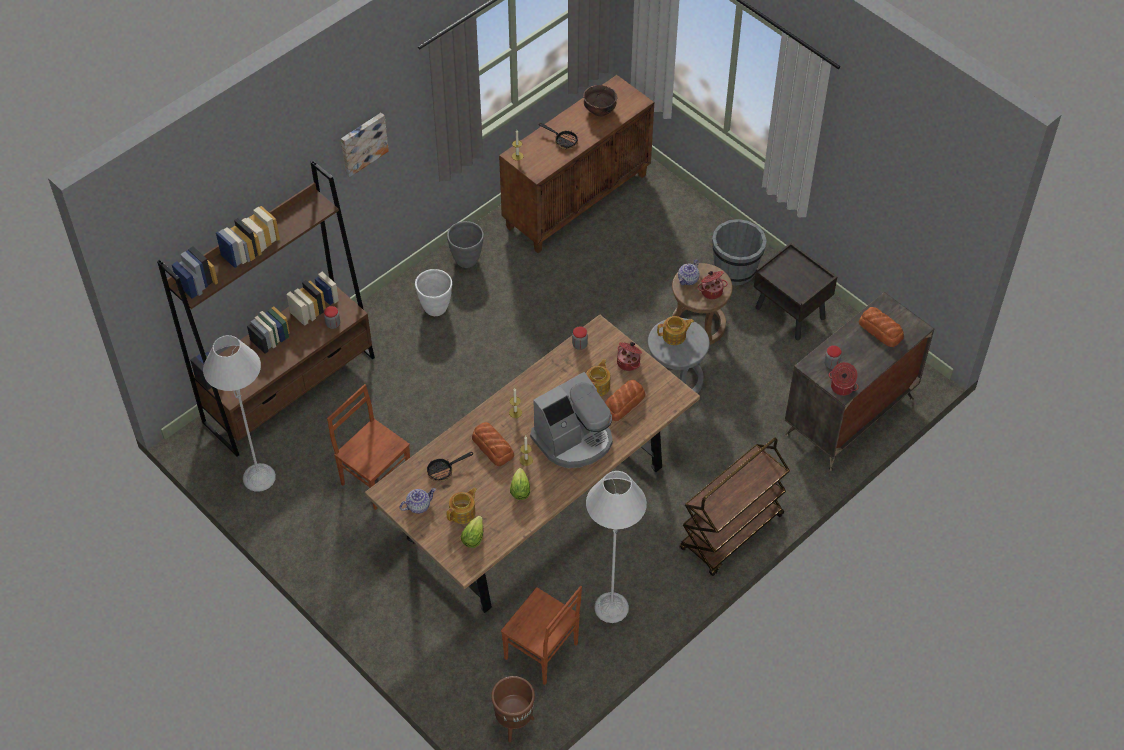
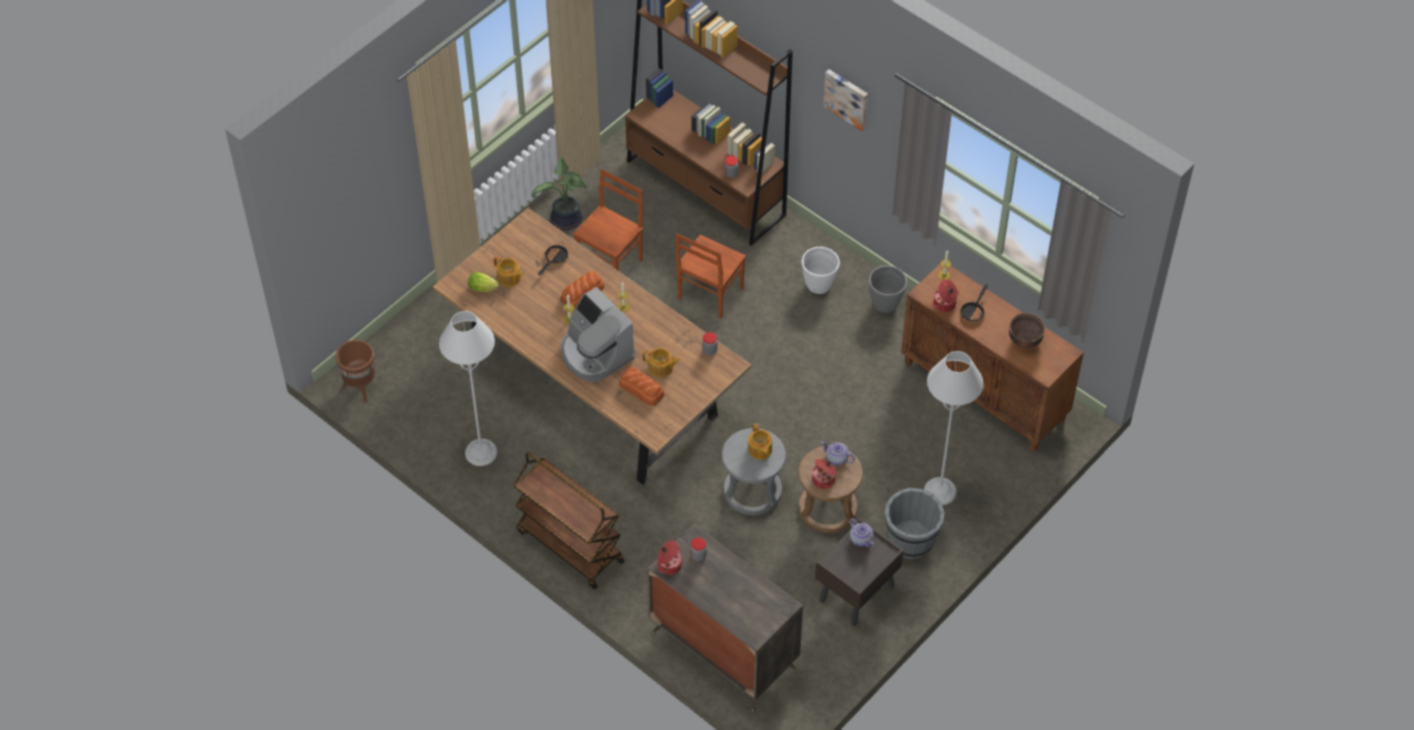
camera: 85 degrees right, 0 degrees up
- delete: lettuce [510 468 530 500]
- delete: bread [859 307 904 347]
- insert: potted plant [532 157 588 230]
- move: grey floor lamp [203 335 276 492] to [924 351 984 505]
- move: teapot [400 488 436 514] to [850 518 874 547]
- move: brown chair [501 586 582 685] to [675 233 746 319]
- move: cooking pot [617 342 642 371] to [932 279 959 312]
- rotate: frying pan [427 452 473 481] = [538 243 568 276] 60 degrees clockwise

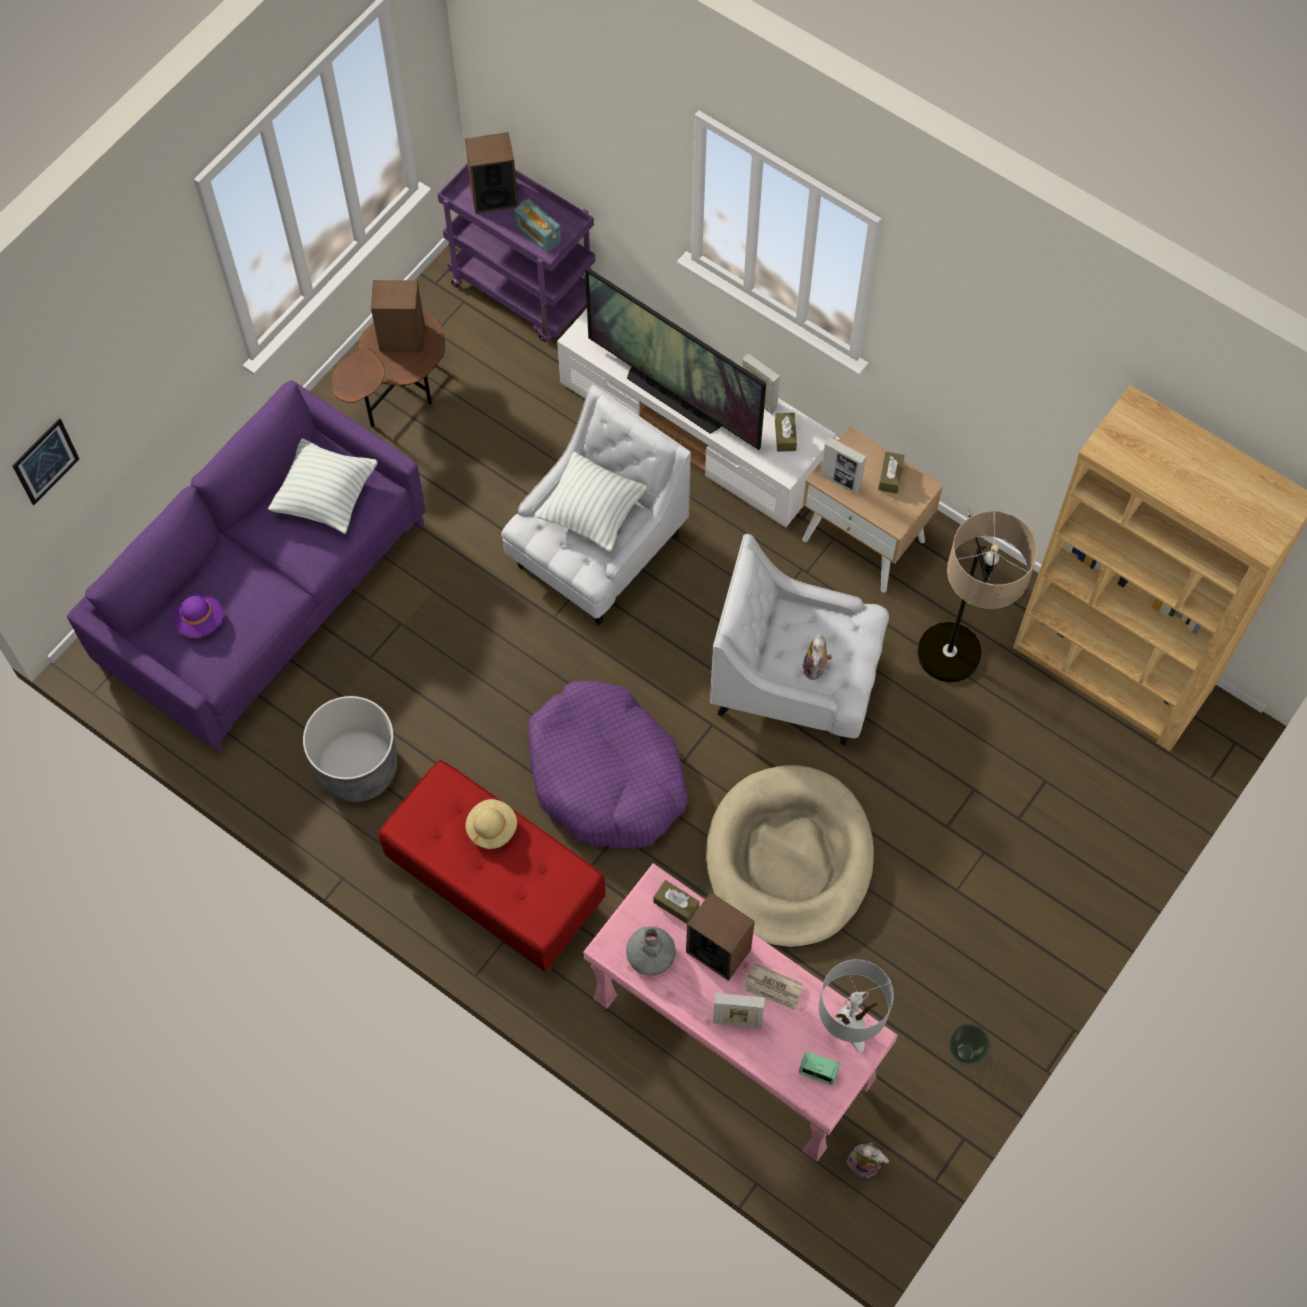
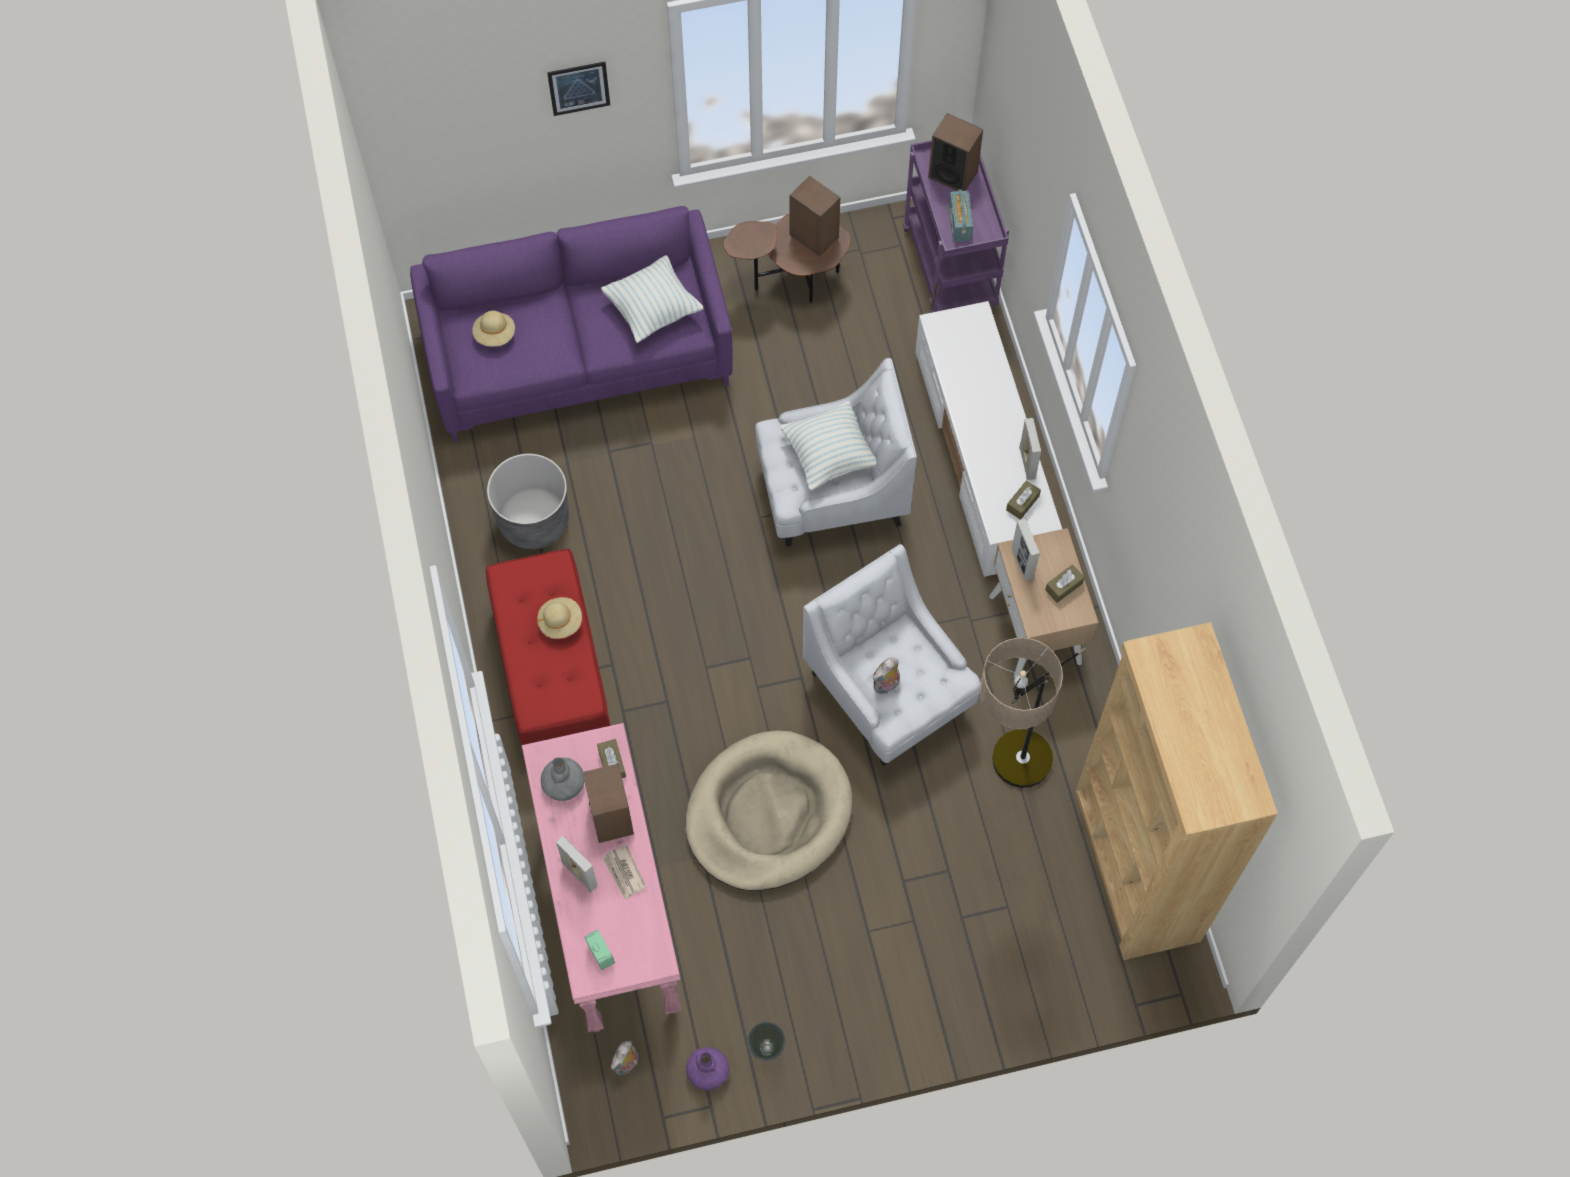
camera: 40 degrees right, 0 degrees up
- delete: purple dog bed [528 681 689 848]
- delete: television [585 267 766 450]
- delete: grey table lamp [818 959 894 1053]
- insert: purple vase [686 1047 730 1090]
- move: picture [12 418 79 505] to [547 61 610 116]
- recolor: purple hat [174 595 223 638] to beige hat [472 311 515 346]
- rotate: plush toy [847 1142 889 1178] = [611 1041 638 1075] 60 degrees clockwise

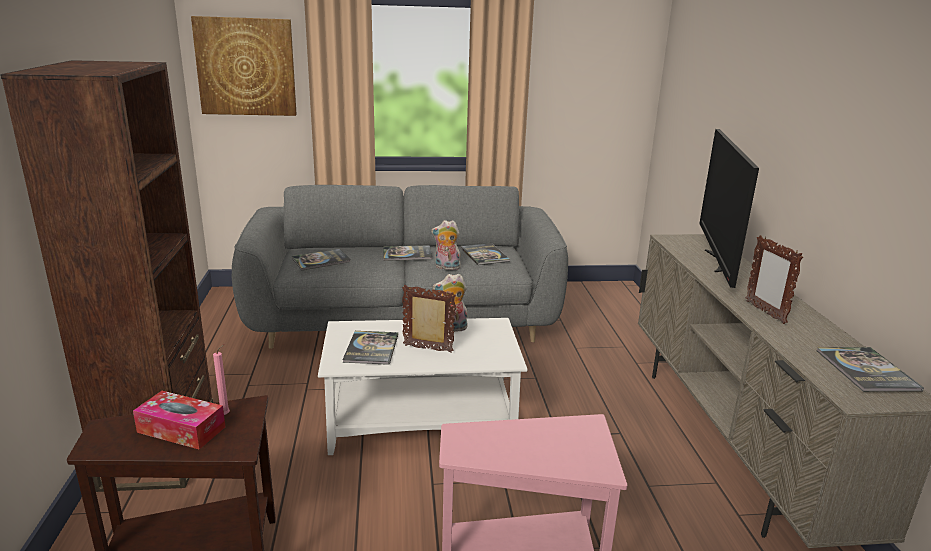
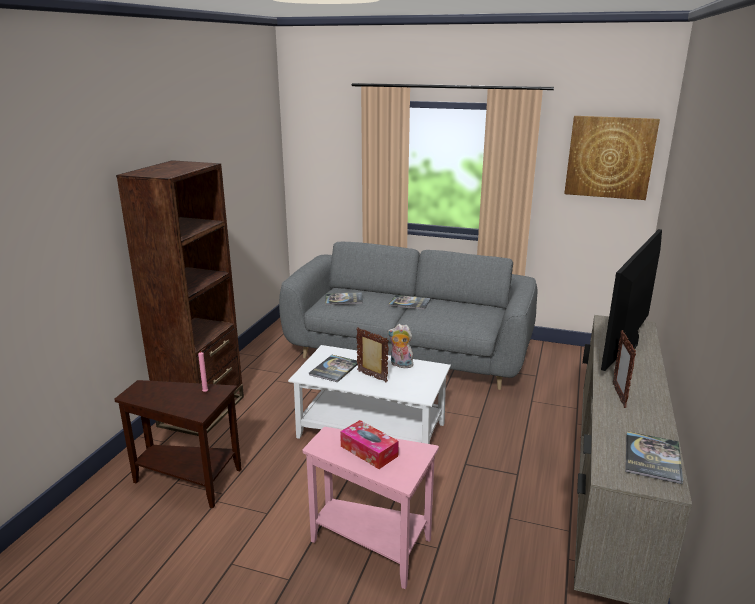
camera: 25 degrees right, 0 degrees up
- delete: plush toy [431 220 462 270]
- delete: book [460 243 510 265]
- move: tissue box [133 391 226 450] to [340 420 399 469]
- move: picture [191 16 297 116] to [564 116 660 200]

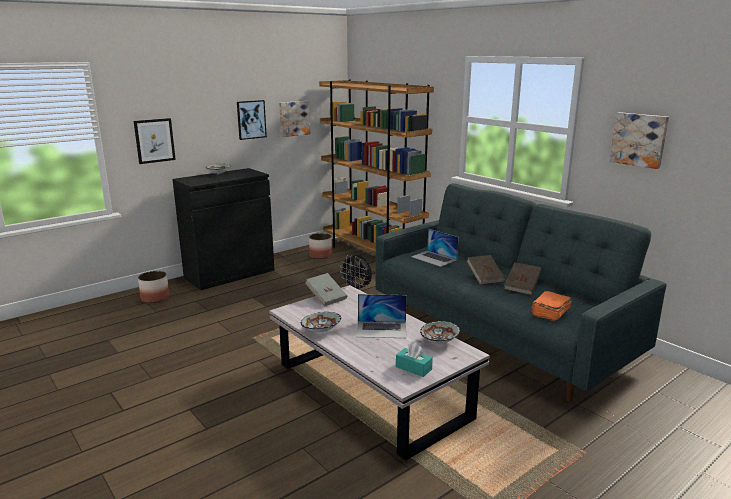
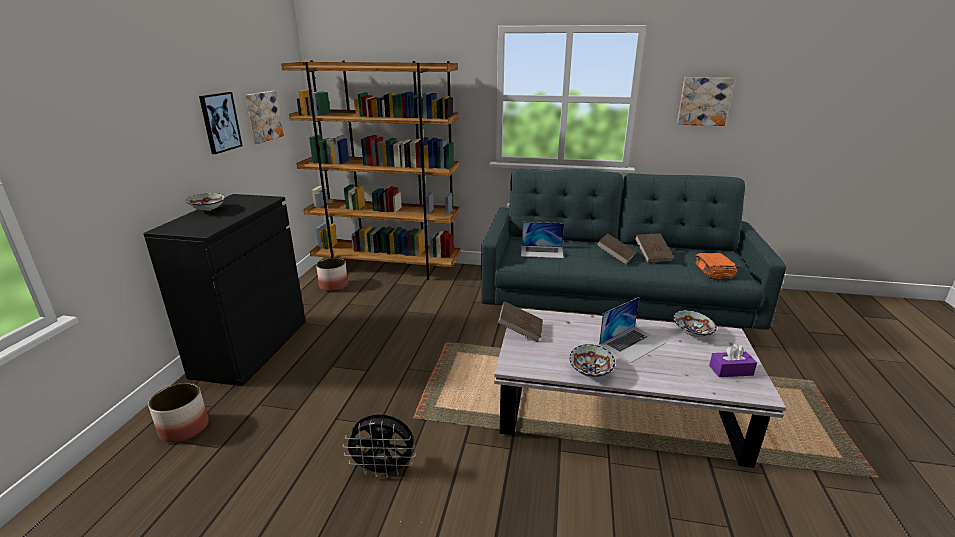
camera: 40 degrees left, 5 degrees up
- delete: picture [134 118 176 164]
- move: black fan [340 255 372 291] to [343 415 416 478]
- recolor: grey book [305 273 347 306] to brown book [498 301 543 342]
- recolor: turquoise tissue box [396 343 433 377] to purple tissue box [709 344 757 377]

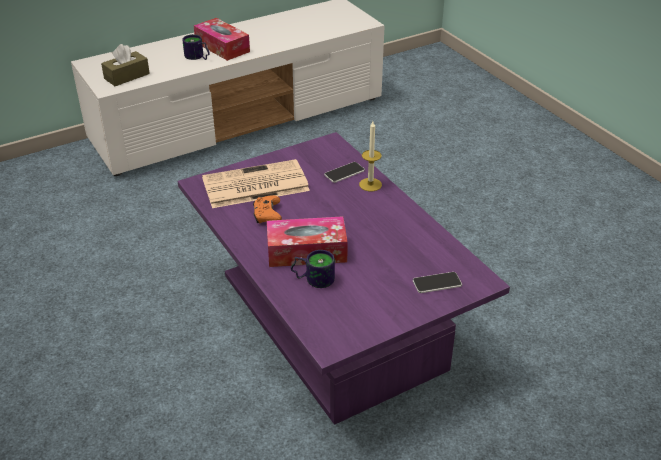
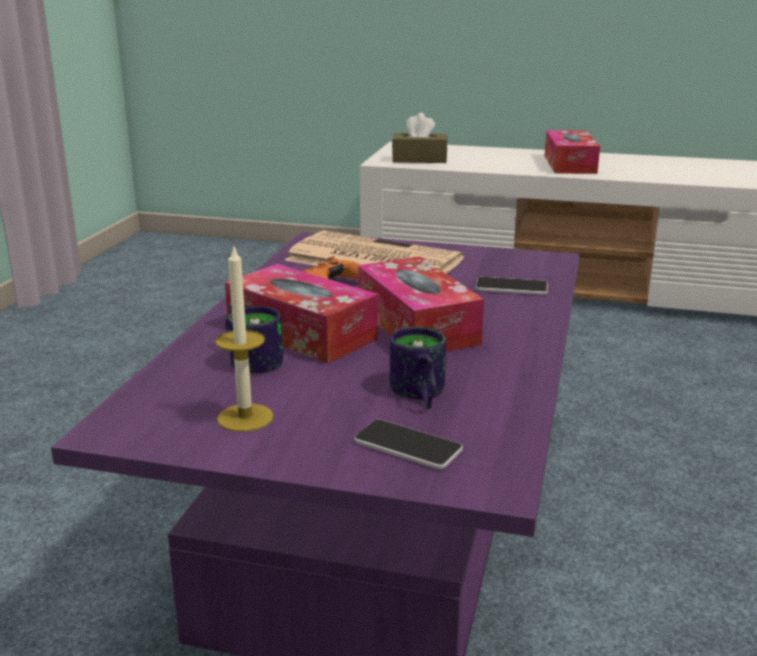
camera: 45 degrees right, 15 degrees down
- insert: tissue box [358 256 484 352]
- move: mug [183 34 210 60] to [390 327 446 409]
- move: candle [359 121 382 191] to [215 244 274 432]

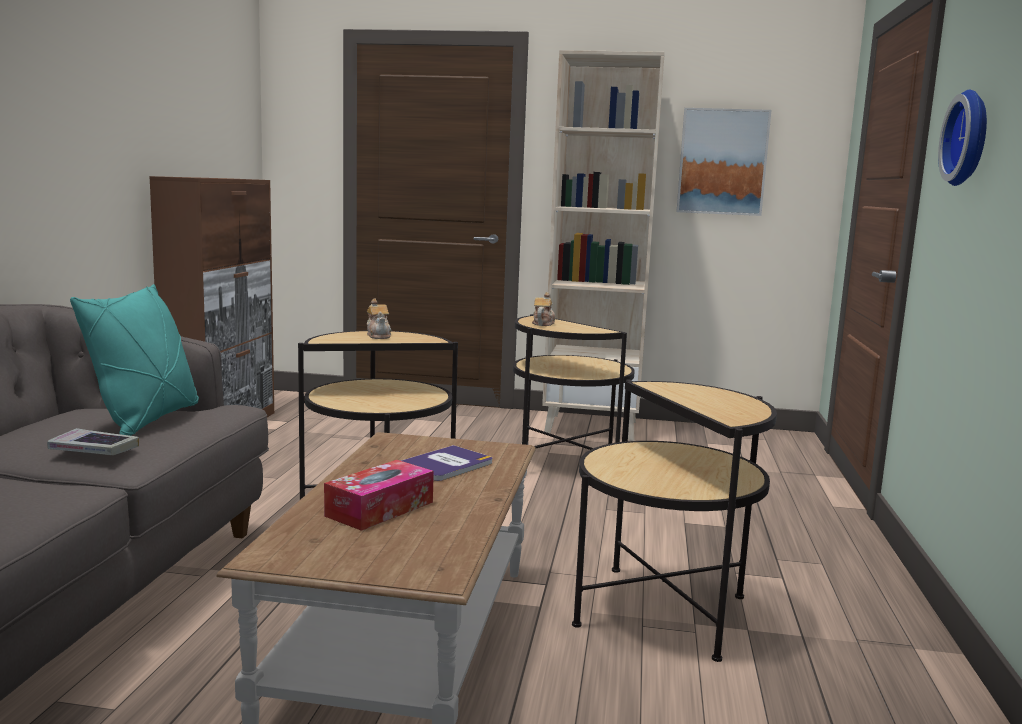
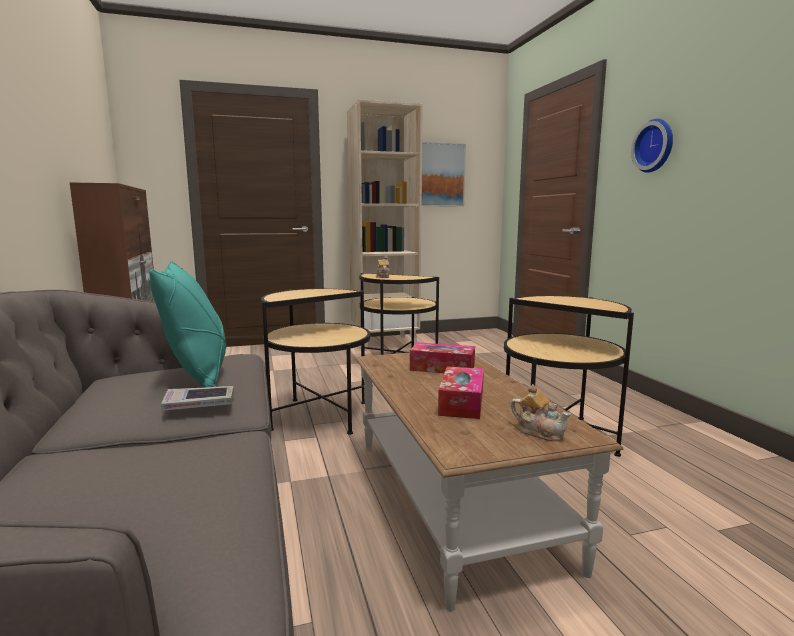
camera: 25 degrees left, 0 degrees up
- move: teapot [367 299 392 339] to [511 384 571 441]
- replace: book [401 445 492 481] to tissue box [410 342 475 373]

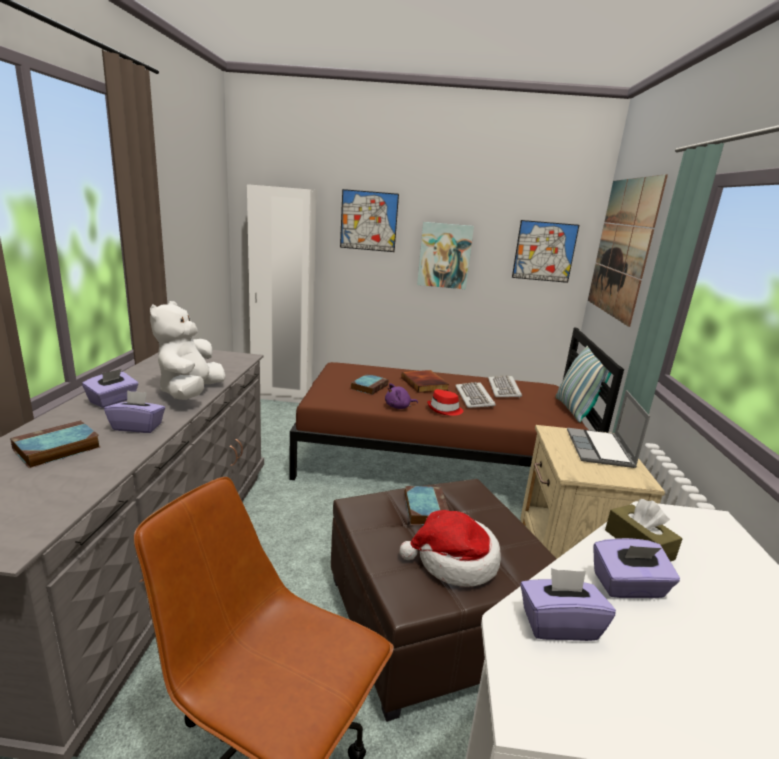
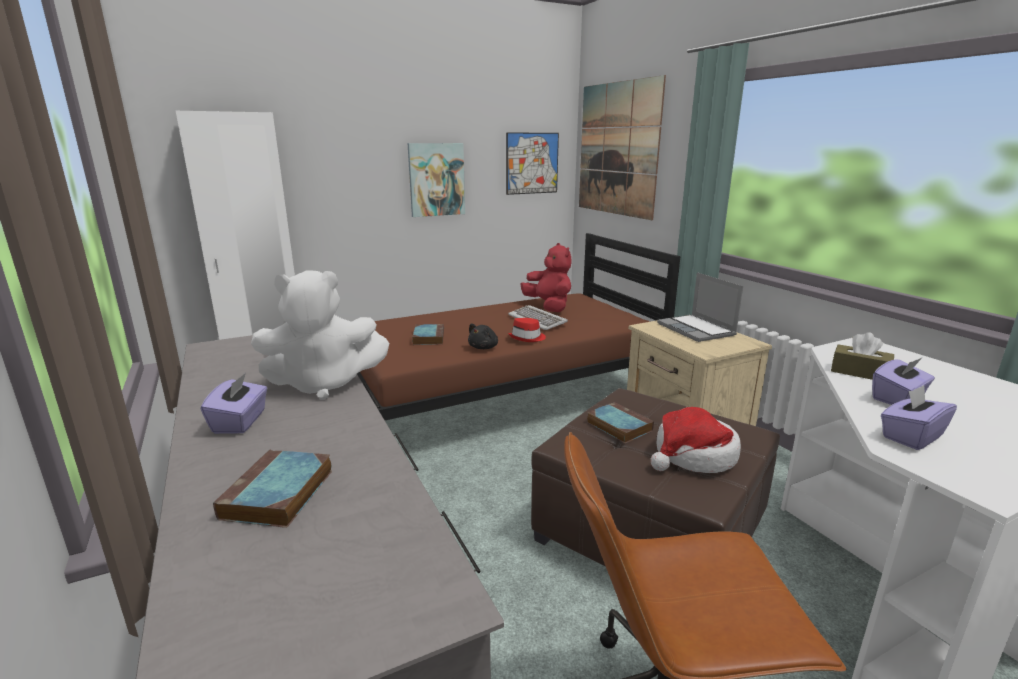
camera: 30 degrees left, 0 degrees up
- delete: purple tissue box [104 390 165 433]
- delete: picture [340 189 399 252]
- delete: book [401 370 449 393]
- delete: pillow [556 346 612 422]
- replace: keyboard [488 375 522 398] to red plush toy [520 243 572 312]
- recolor: purple plush toy [385 383 418 409] to black plush toy [468 323 498 349]
- rotate: white plush toy [150 301 225 400] = [251 270 389 400] 75 degrees counterclockwise

